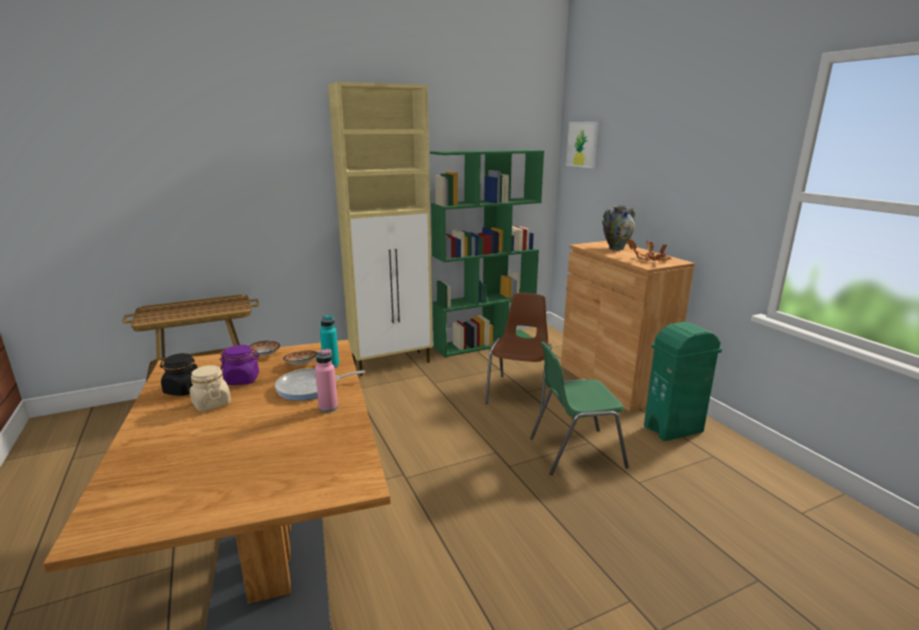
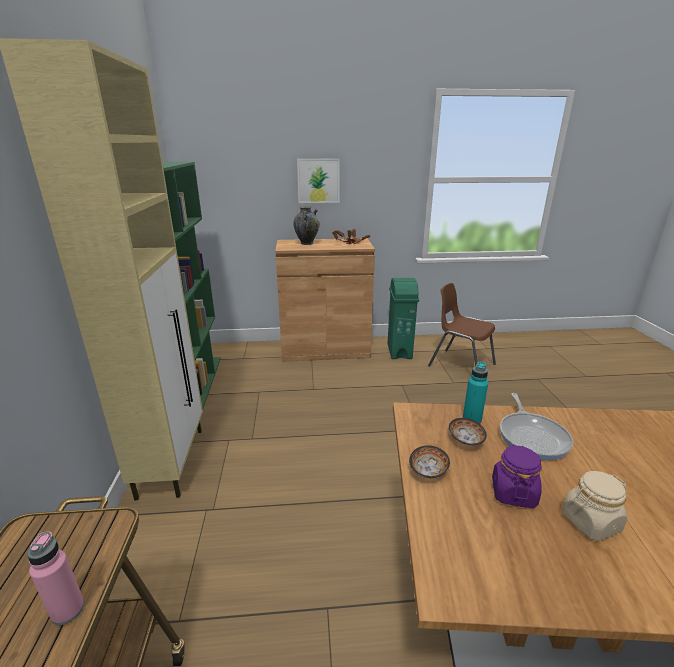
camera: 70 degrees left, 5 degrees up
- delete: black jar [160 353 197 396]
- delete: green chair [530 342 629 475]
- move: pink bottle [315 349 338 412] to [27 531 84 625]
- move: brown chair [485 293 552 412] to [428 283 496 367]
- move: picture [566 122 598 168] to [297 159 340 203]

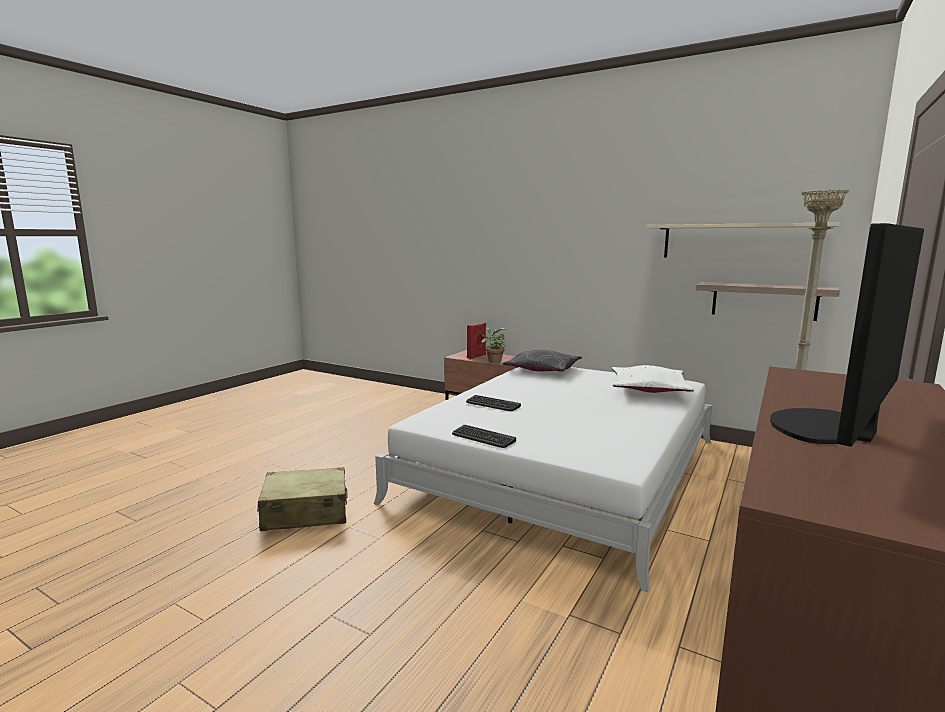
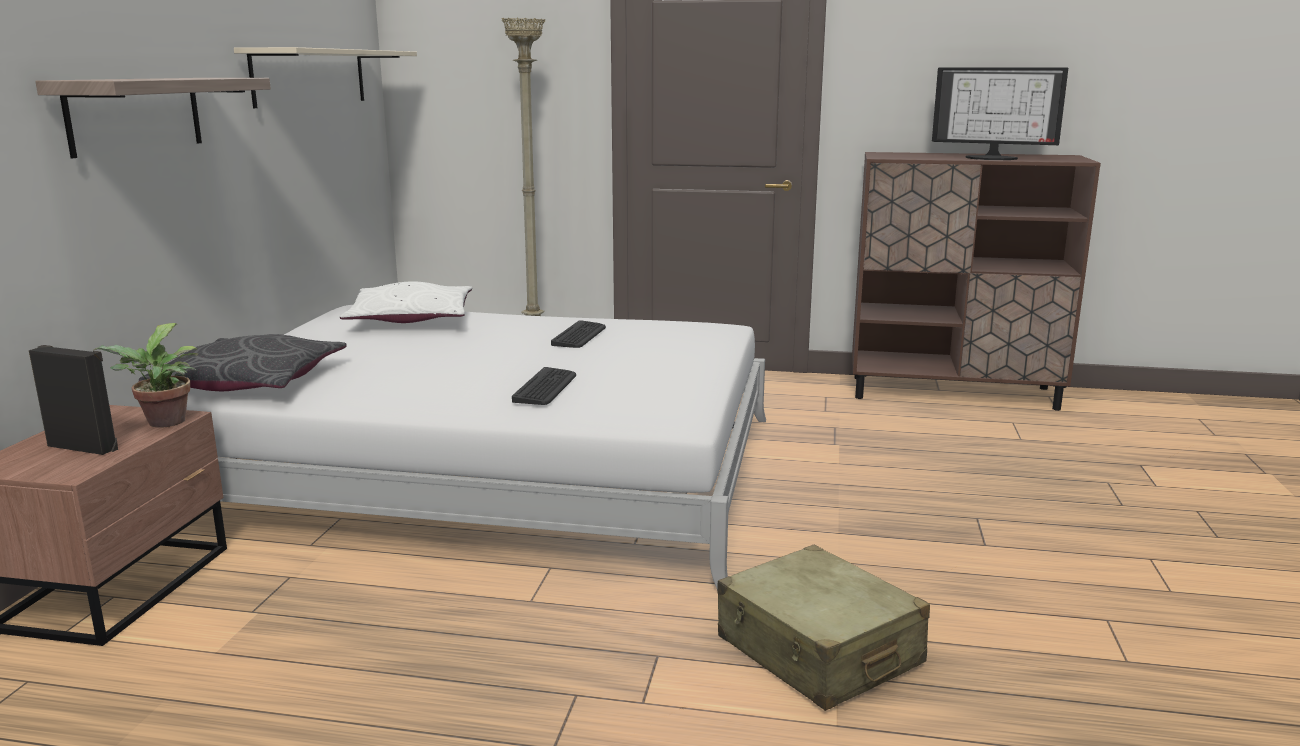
camera: 110 degrees left, 5 degrees up
- move: keyboard [452 425 516 448] to [551 320 606 348]
- move: shelf [696 282 840 321] to [35 78 271 158]
- recolor: red speaker [467 323 486 359] to black speaker [29 345 118 455]

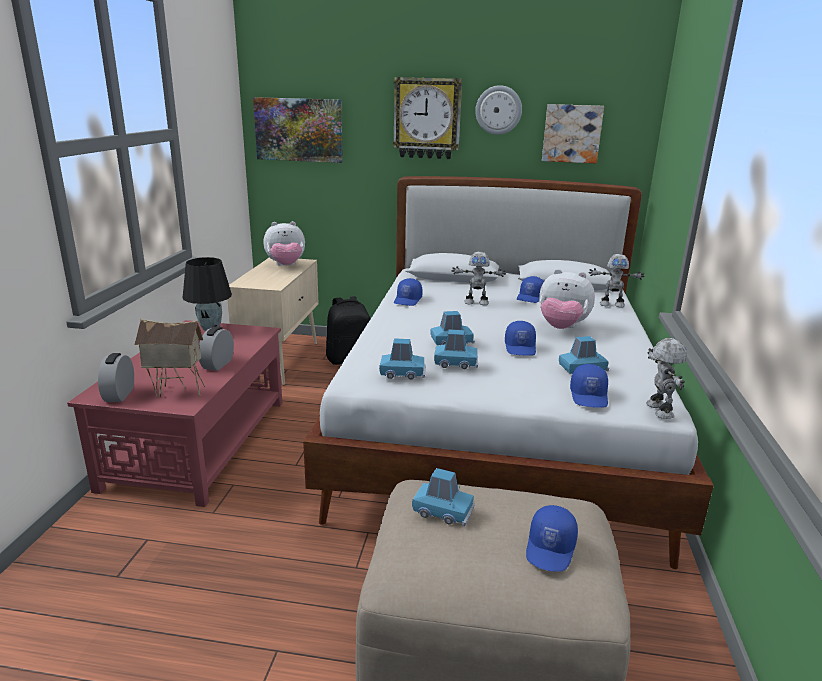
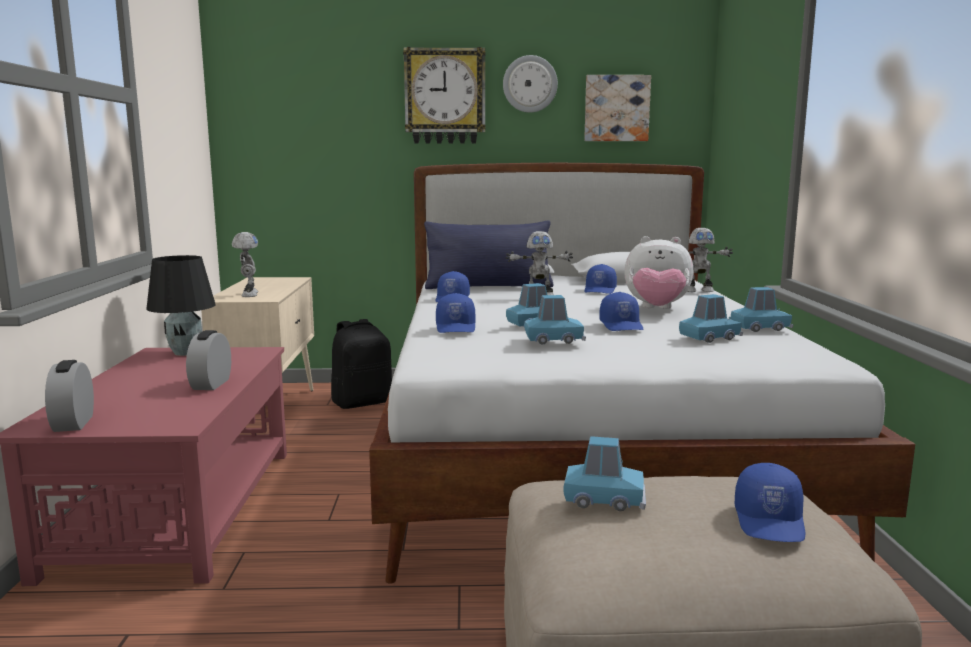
camera: 10 degrees left, 10 degrees down
- delete: toy house [134 319 205 398]
- delete: picture [253 97 343 163]
- delete: plush toy [263 221 305 266]
- insert: blue pillow [424 221 554 289]
- move: blue toy car [379 338 425 379] to [731 287 794 332]
- move: blue cap [570 364 608 408] to [436 293 475 333]
- move: toy robot [646 338 687 419] to [232 232 258 297]

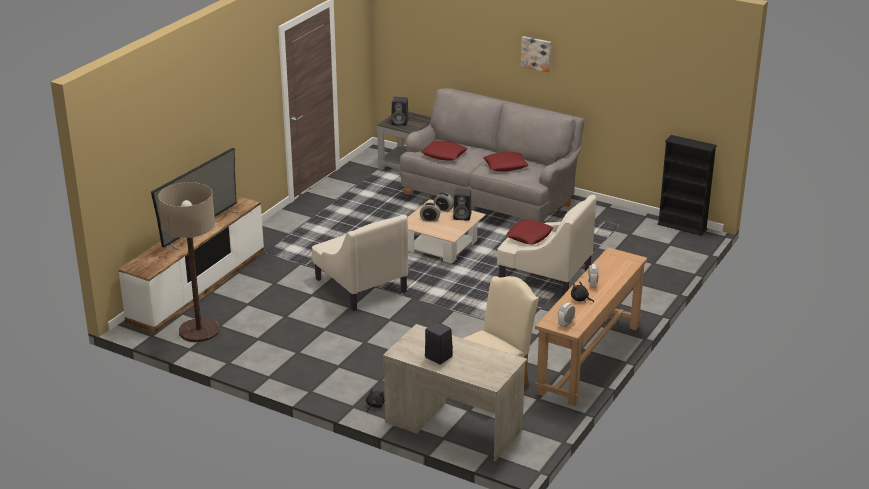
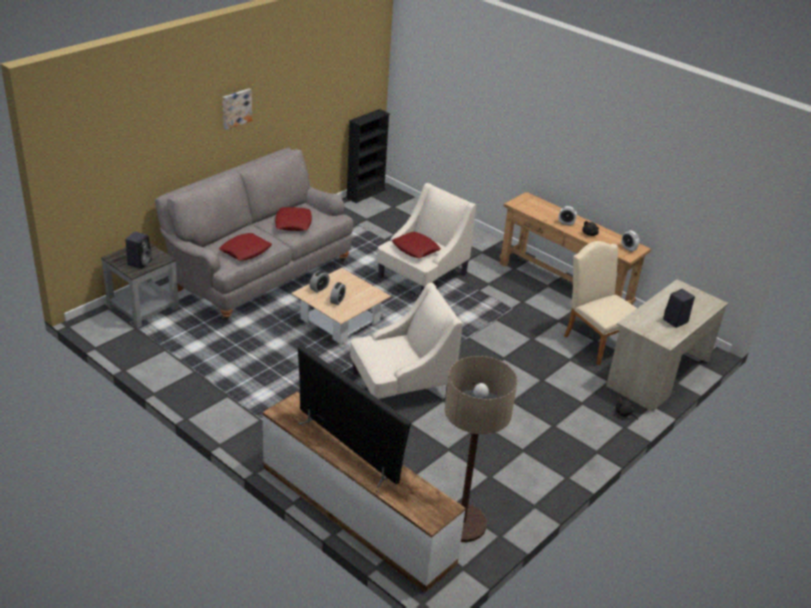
camera: 80 degrees left, 5 degrees up
- delete: black speaker [453 189 471 221]

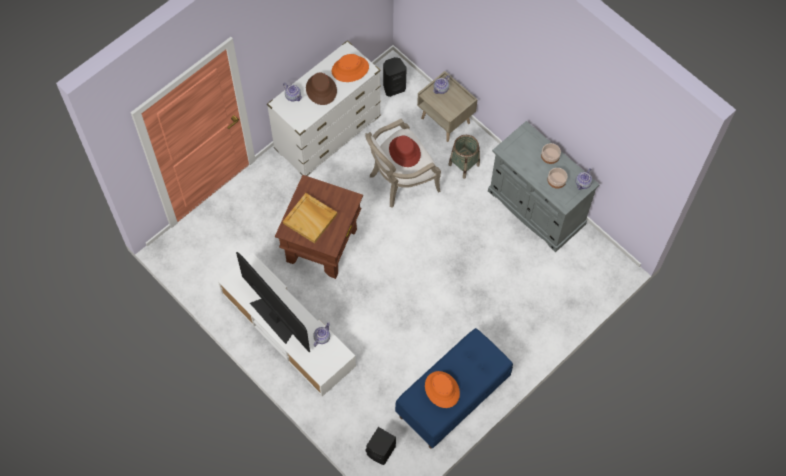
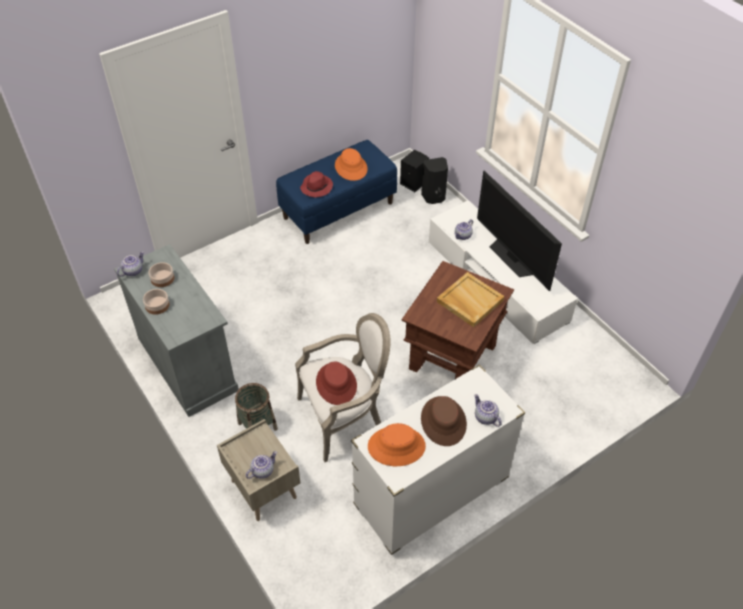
camera: 170 degrees left, 15 degrees down
- insert: red hat [300 171 333 197]
- move: black speaker [383 57 407 97] to [421 157 448 204]

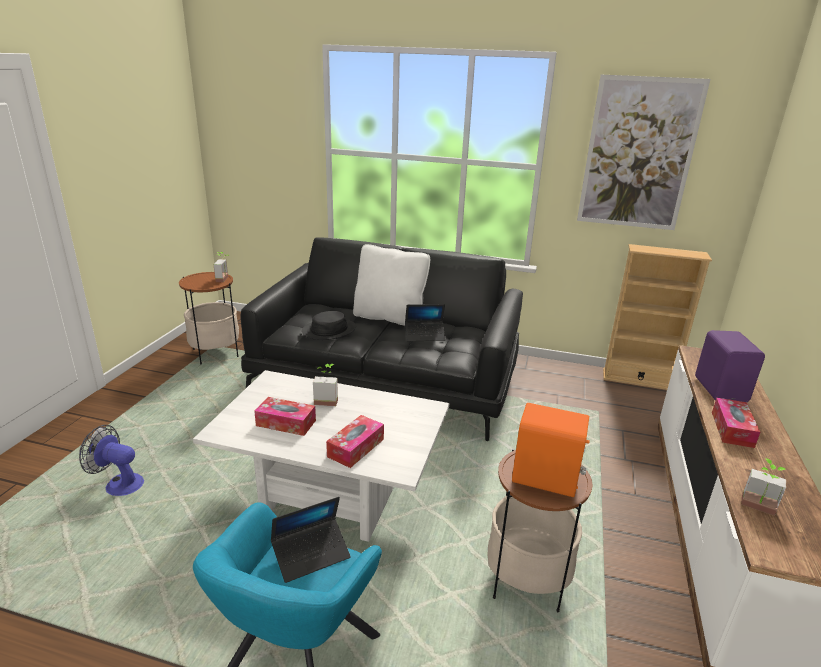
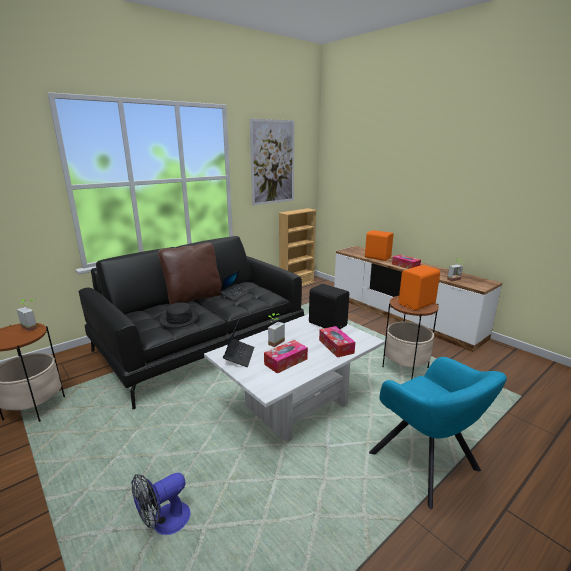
camera: 55 degrees left, 5 degrees down
- insert: black speaker [309 284 349 329]
- move: laptop [271 497 351 583] to [223 319 254 367]
- recolor: white pillow [353 244 430 325] to brown pillow [158 242 222 305]
- recolor: purple speaker [695 330 765 402] to orange speaker [365 230 393 261]

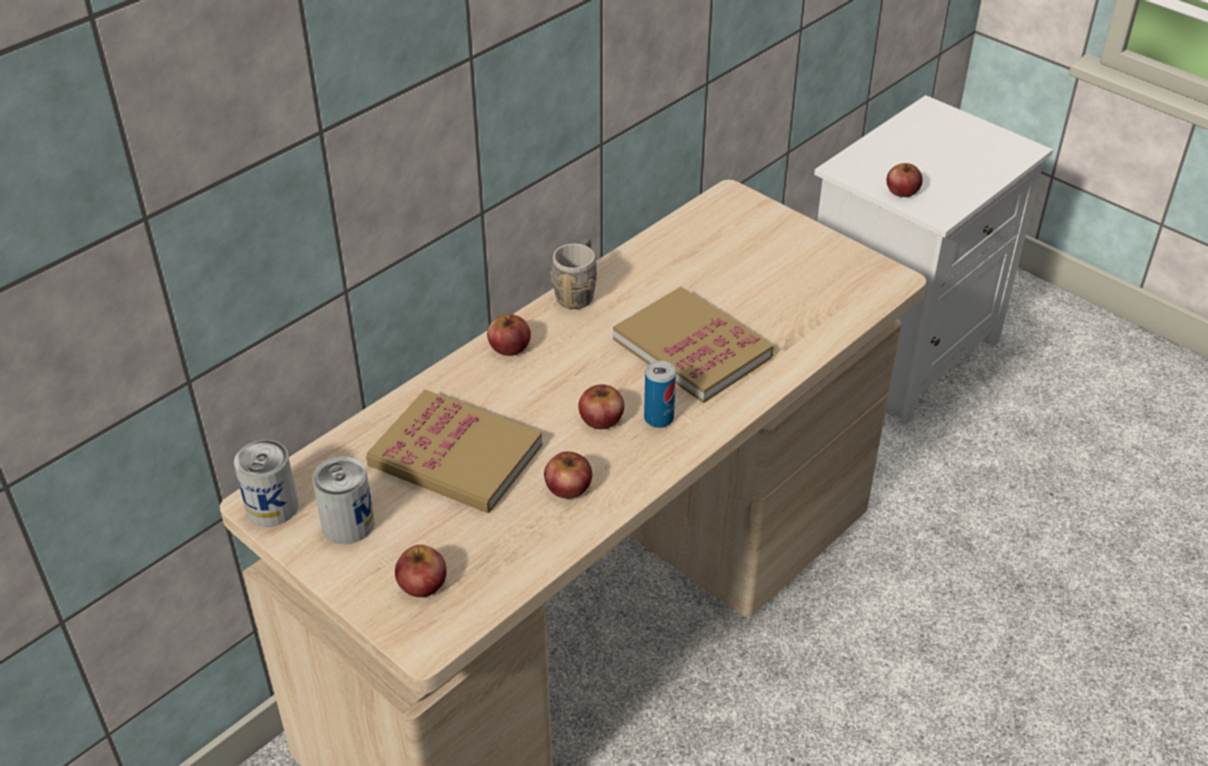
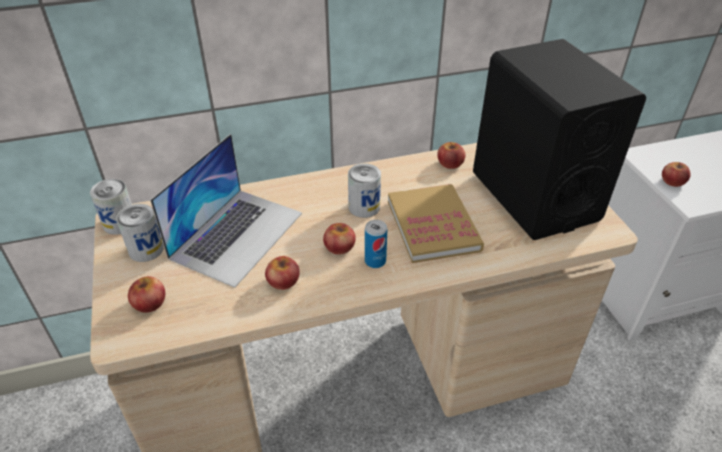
camera: 30 degrees right, 0 degrees up
- delete: grey mug [550 239 597 309]
- insert: can [348 163 381 218]
- insert: black speaker [473 39 646 240]
- move: apple [487 314 531 356] to [437 142 465 169]
- replace: book [366 389 542 513] to laptop [150 134 302 288]

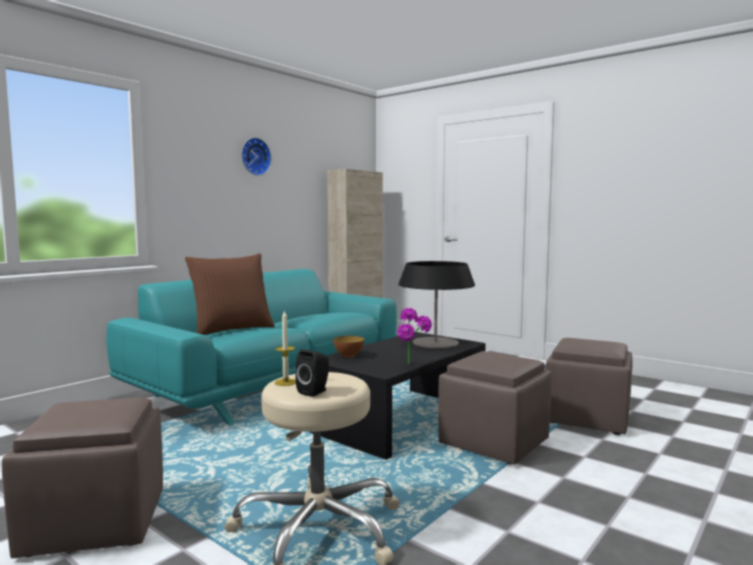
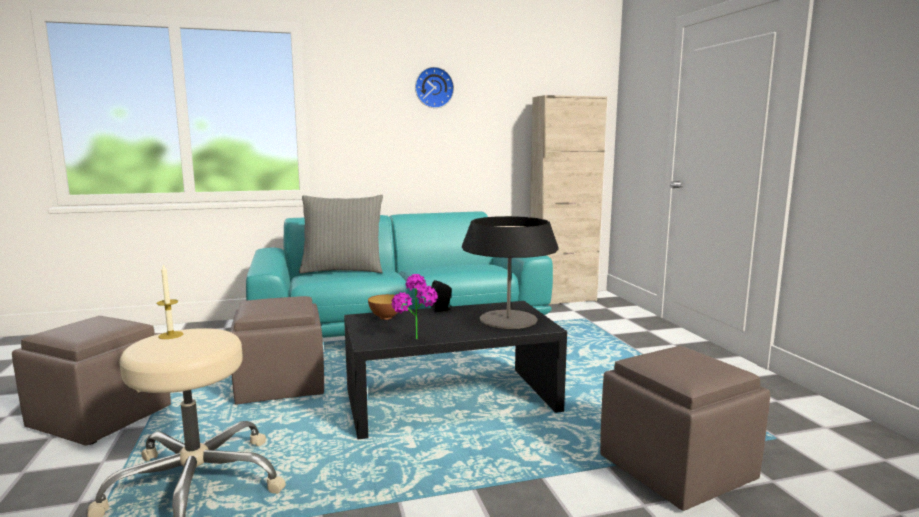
camera: 35 degrees right, 5 degrees up
- move: black speaker [295 349 329 397] to [430 280 452 312]
- move: brown ottoman [438 351 552 465] to [230 296 324 405]
- recolor: brown pillow [185 253 275 335] to grey pillow [299 195 383 273]

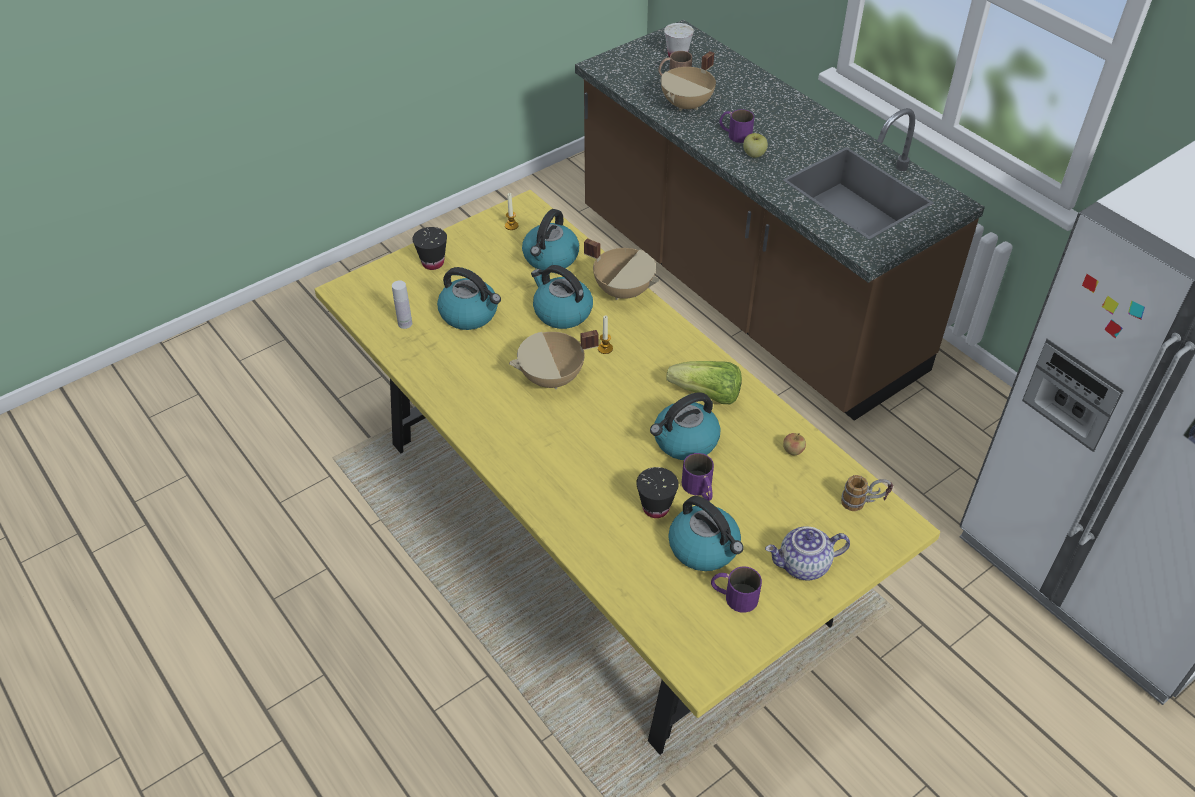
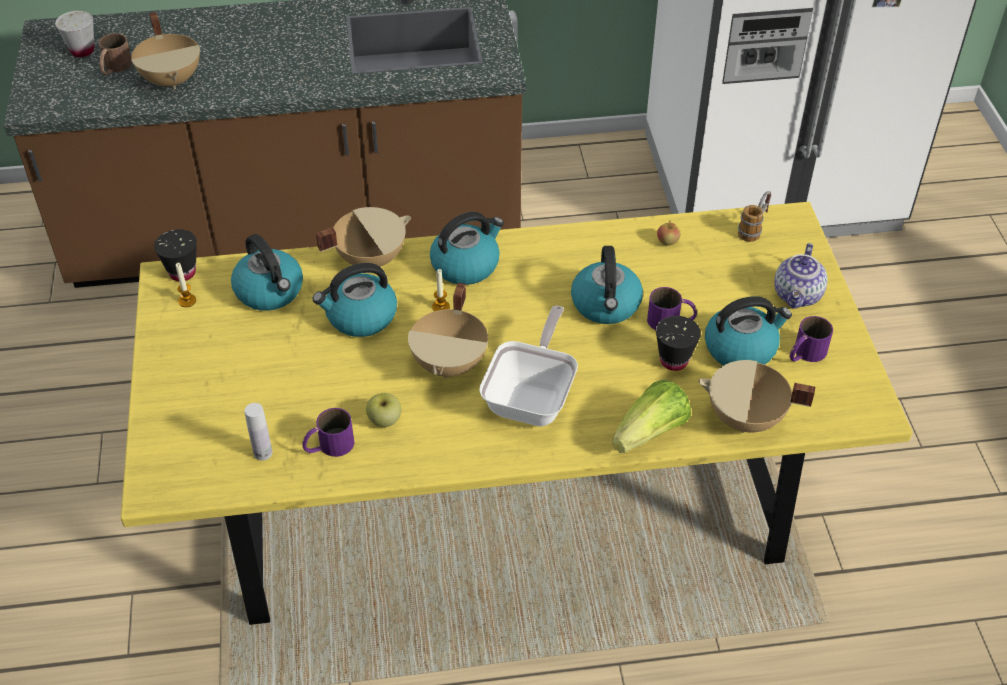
camera: 60 degrees left, 0 degrees up
- insert: frying pan [479 305 578 426]
- insert: beige cooking pot [698 360 815 433]
- move: black cup [412 227 447 270] to [154 229 197 281]
- move: kettle [437 267 501 330] to [430 212 504 285]
- move: lettuce [666 361 742 404] to [612 380 691 453]
- move: purple mug [719 109 754 143] to [302 408 354 457]
- move: apple [743 133 768 157] to [366 393 401 427]

